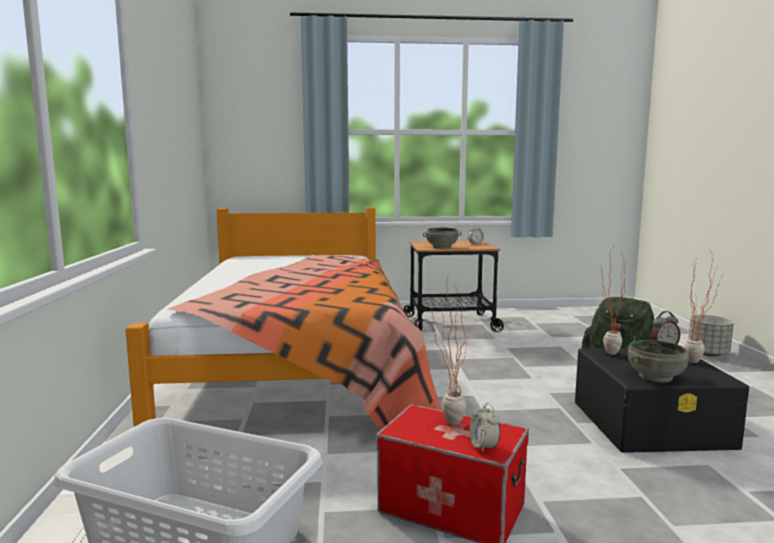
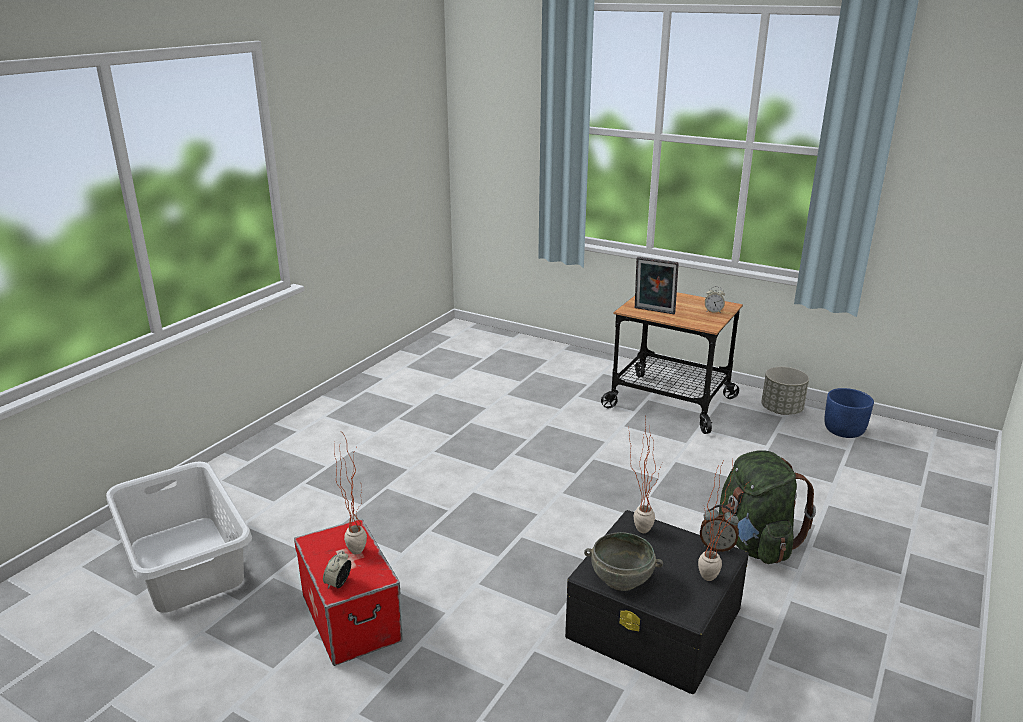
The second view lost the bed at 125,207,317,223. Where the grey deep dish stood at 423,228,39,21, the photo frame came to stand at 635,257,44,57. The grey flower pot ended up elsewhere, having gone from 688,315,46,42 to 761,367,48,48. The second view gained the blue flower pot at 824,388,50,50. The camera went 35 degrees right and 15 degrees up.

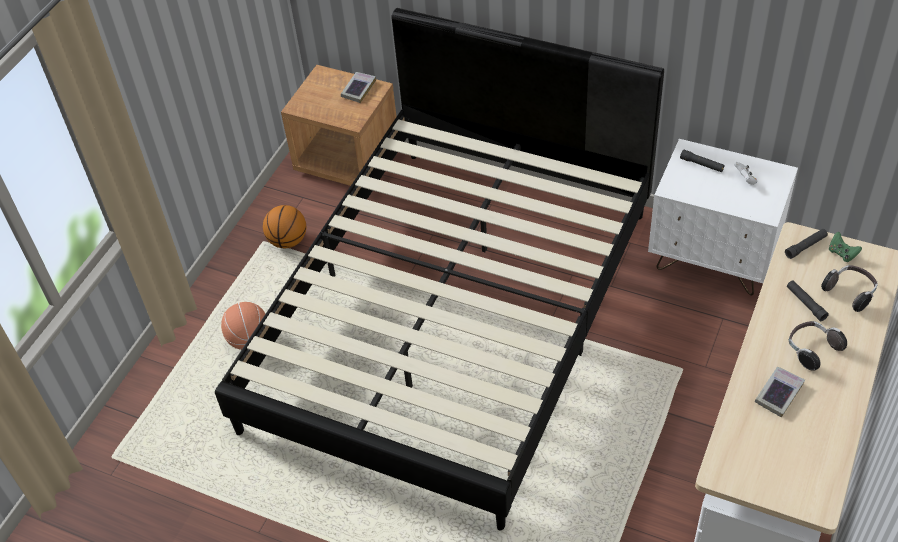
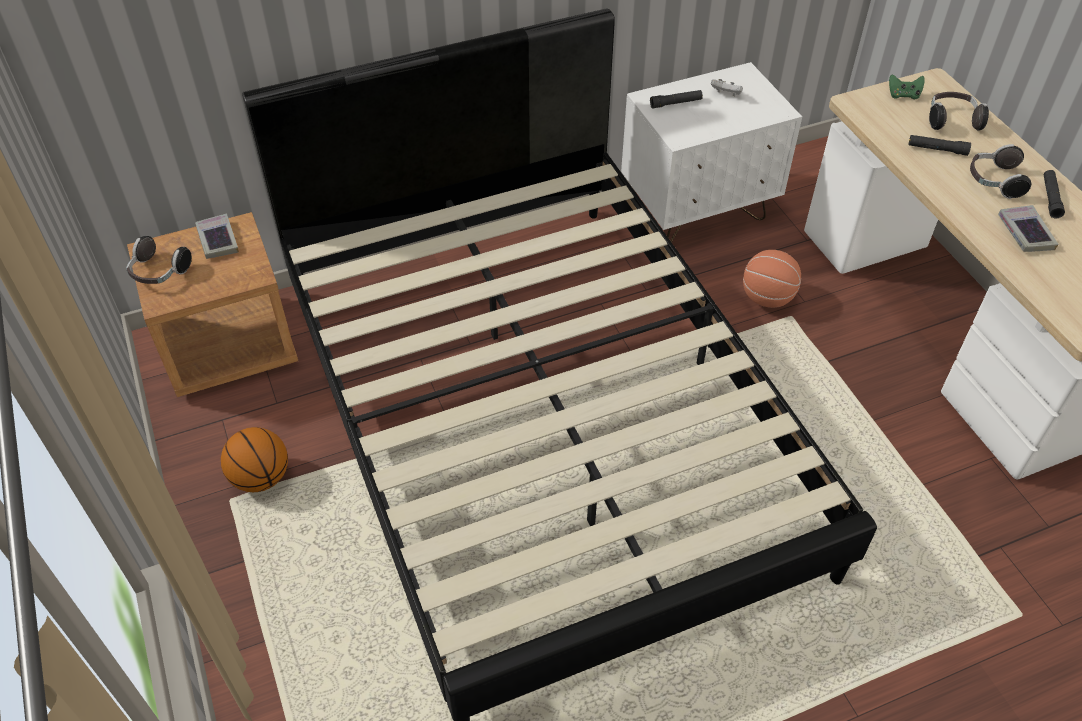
The black torch ended up elsewhere, having gone from 785,229,43,30 to 1044,170,21,48. The ball for basketball ended up elsewhere, having gone from 221,302,45,48 to 743,250,58,58. The second view gained the pair of headphones at 126,236,66,48. The camera went 50 degrees left and 0 degrees up.

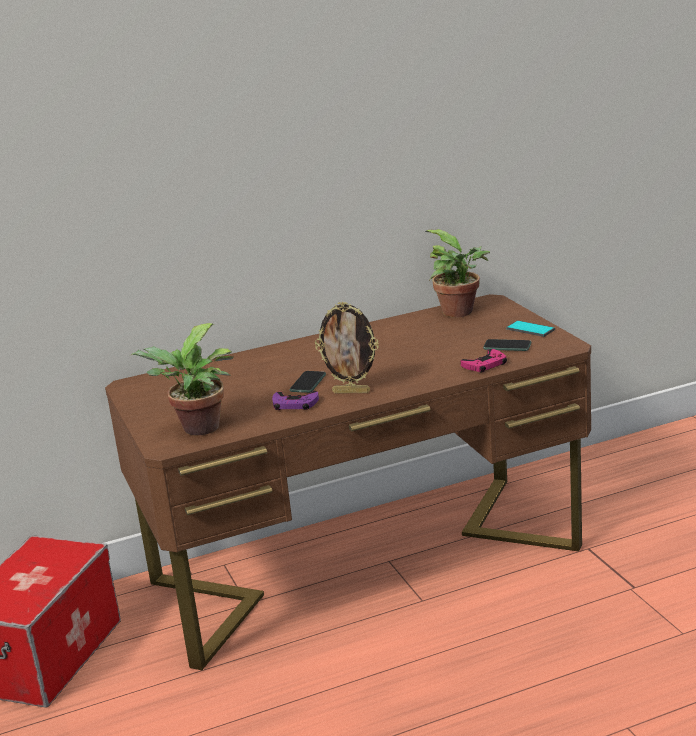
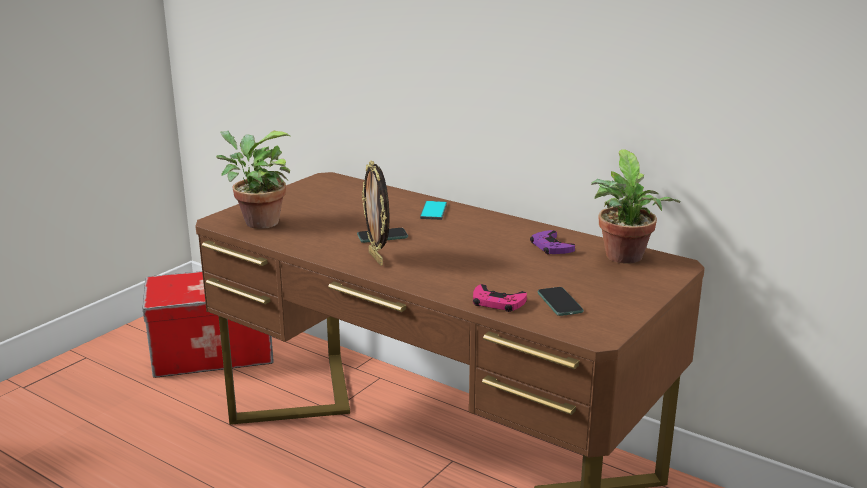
The handset ended up elsewhere, having gone from 506,321,49,16 to 420,201,27,19. The purple joypad ended up elsewhere, having gone from 272,391,47,19 to 530,230,45,24. The camera went 55 degrees right and 0 degrees up.

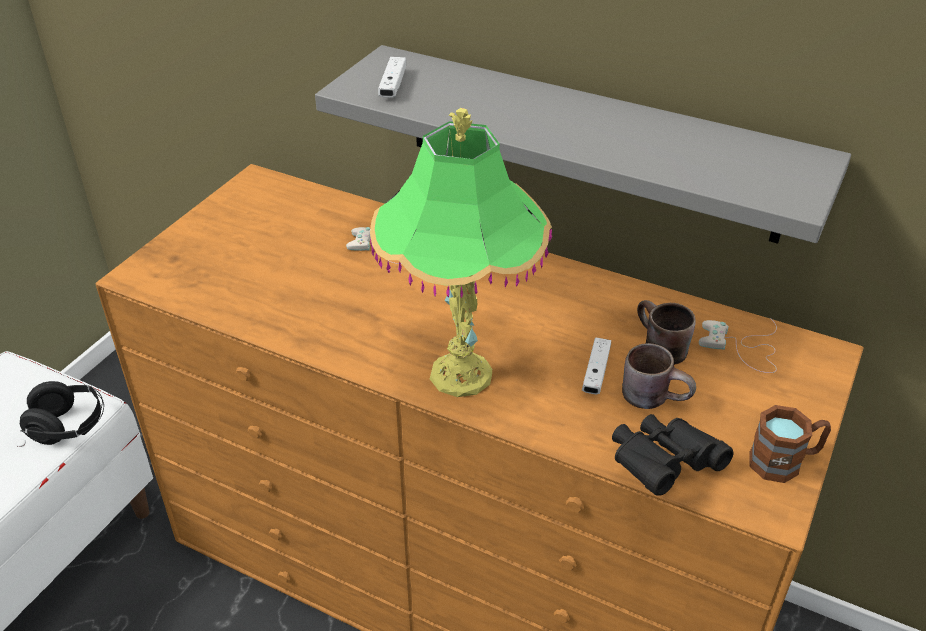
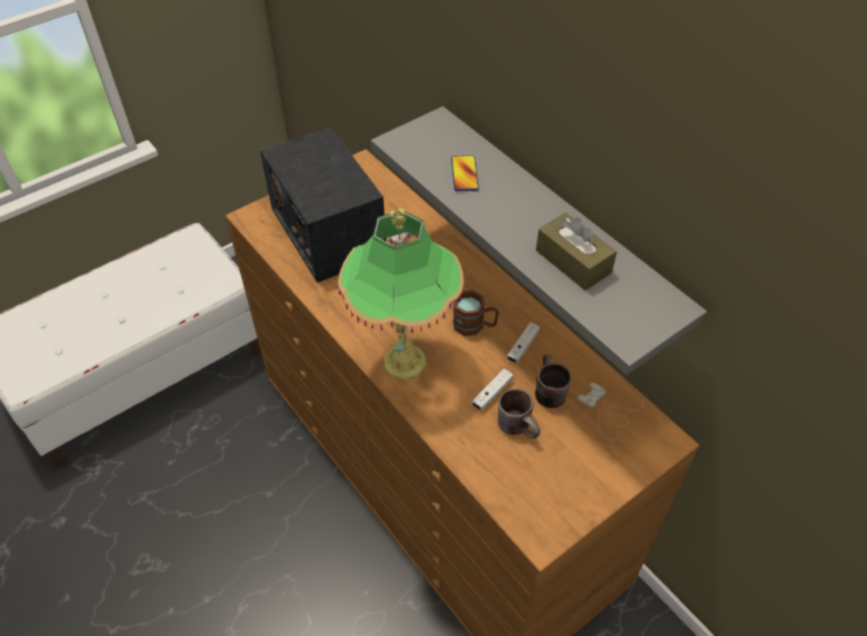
The white-coloured joypad ended up elsewhere, having gone from 378,57,28,41 to 507,322,33,41. The second view lost the black pair of headphones at 20,381,84,64. The brownish coffee mug ended up elsewhere, having gone from 749,405,82,78 to 453,290,46,46. The second view lost the black pair of binoculars at 612,414,121,82. The second view gained the radio receiver at 260,127,126,156. The second view gained the handset at 451,155,28,36. The second view gained the brownish box of tissues at 536,213,81,77. The camera went 25 degrees right and 10 degrees up.

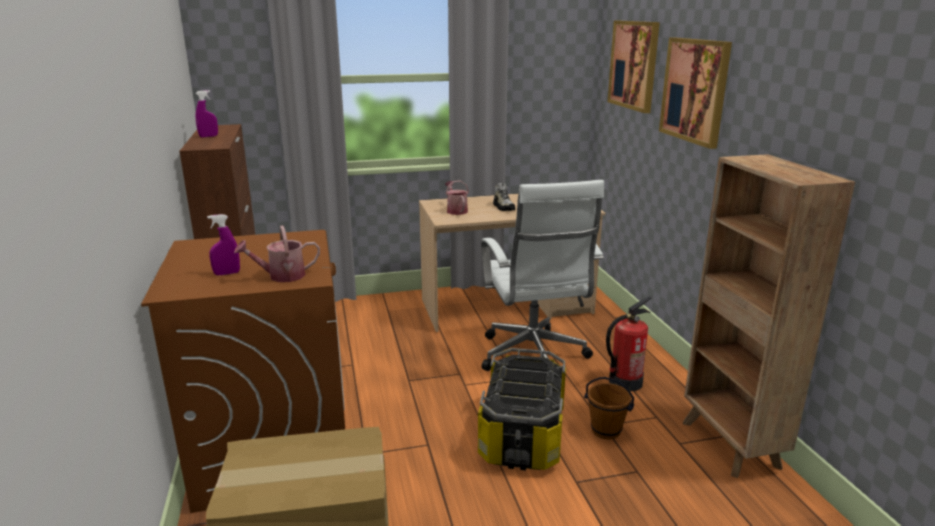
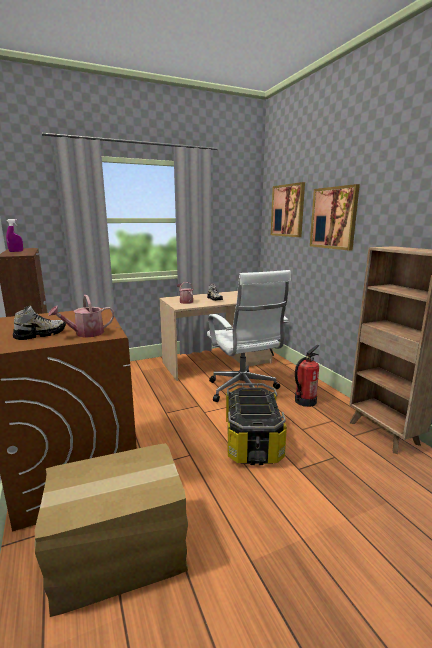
Where the purple sprayer stood at 207,214,33,61, the item of footwear came to stand at 13,306,53,34. The second view lost the brownish pail at 584,377,50,62. The camera went 10 degrees left and 5 degrees down.

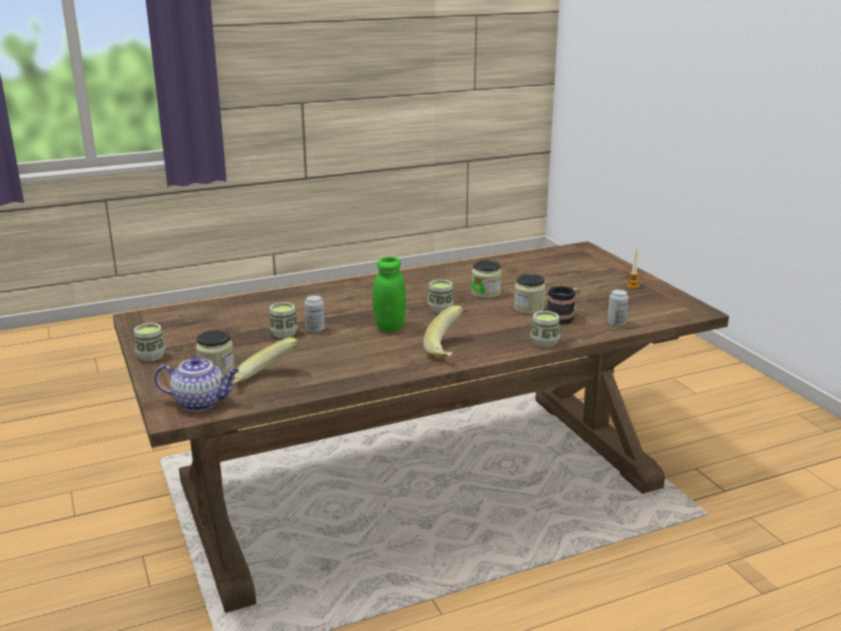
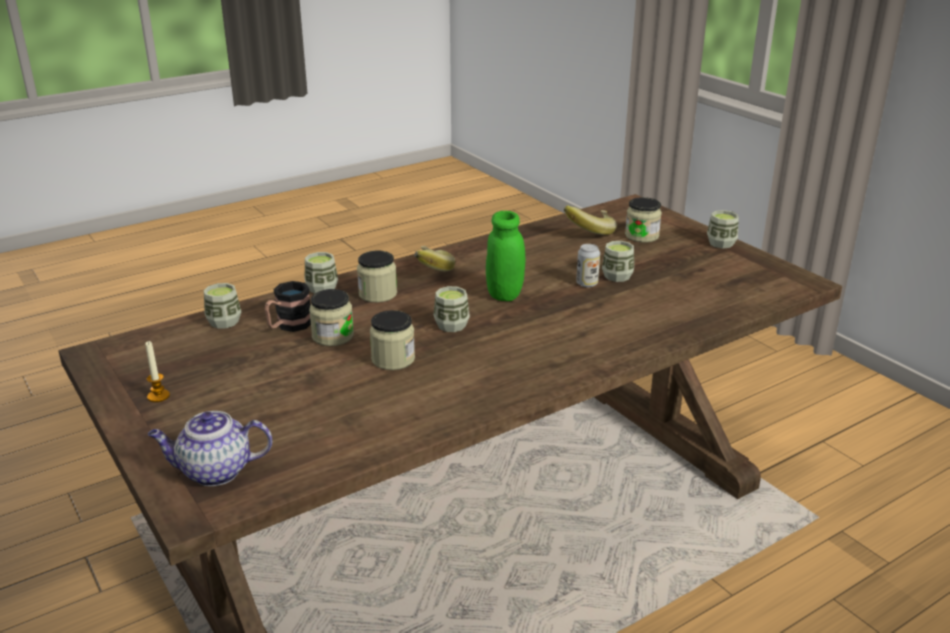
Where the metal can stood at 607,289,22,37, the cup came to stand at 204,283,37,46. The tea pot ended up elsewhere, having gone from 154,356,85,55 to 148,411,124,75. The second view gained the preserve jar at 357,250,40,53. The camera went 170 degrees right and 5 degrees up.

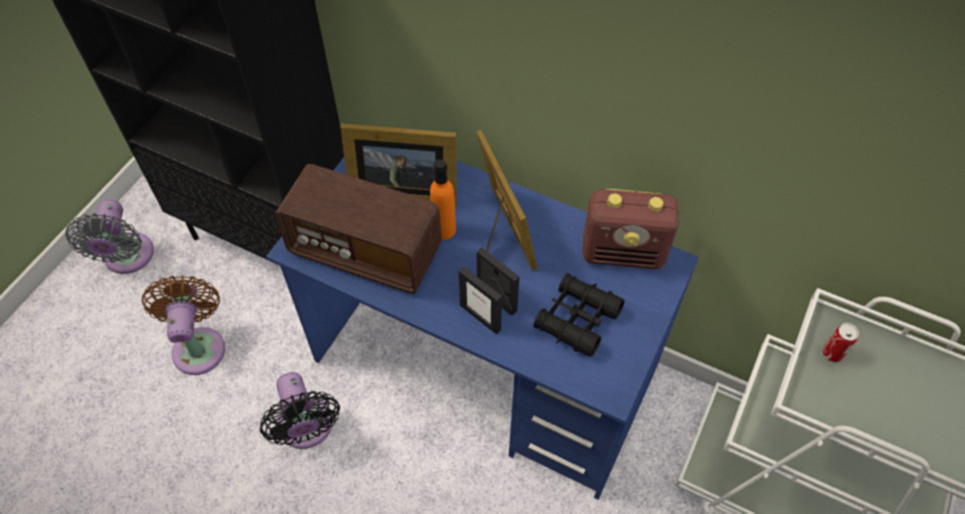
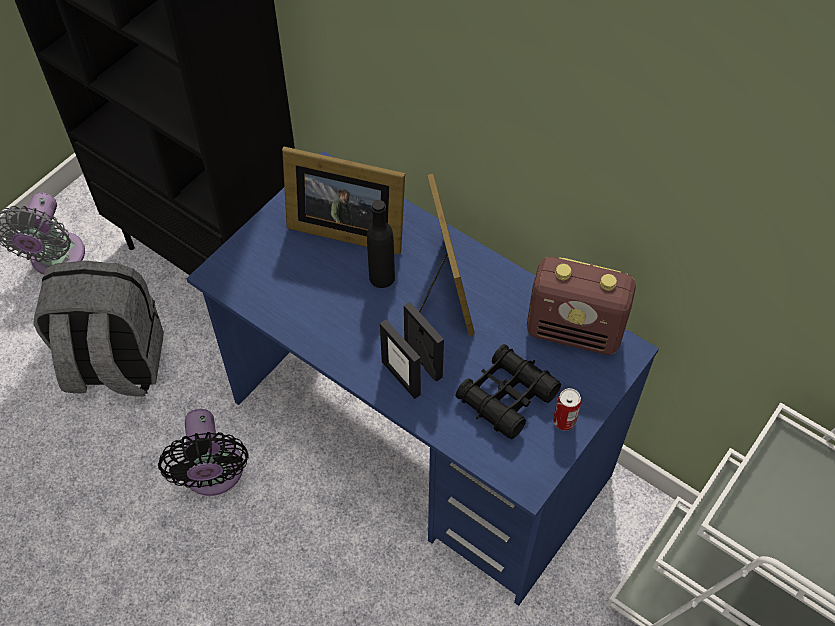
What was the orangey bottle at 430,159,26,81 turned into the black bottle at 367,200,28,88. The second view lost the radio receiver at 275,164,167,130. Where the brownish electric fan stood at 142,275,83,100, the grey backpack came to stand at 33,261,131,135. The metal can ended up elsewhere, having gone from 823,323,36,39 to 553,388,28,43. The camera went 10 degrees right and 0 degrees up.

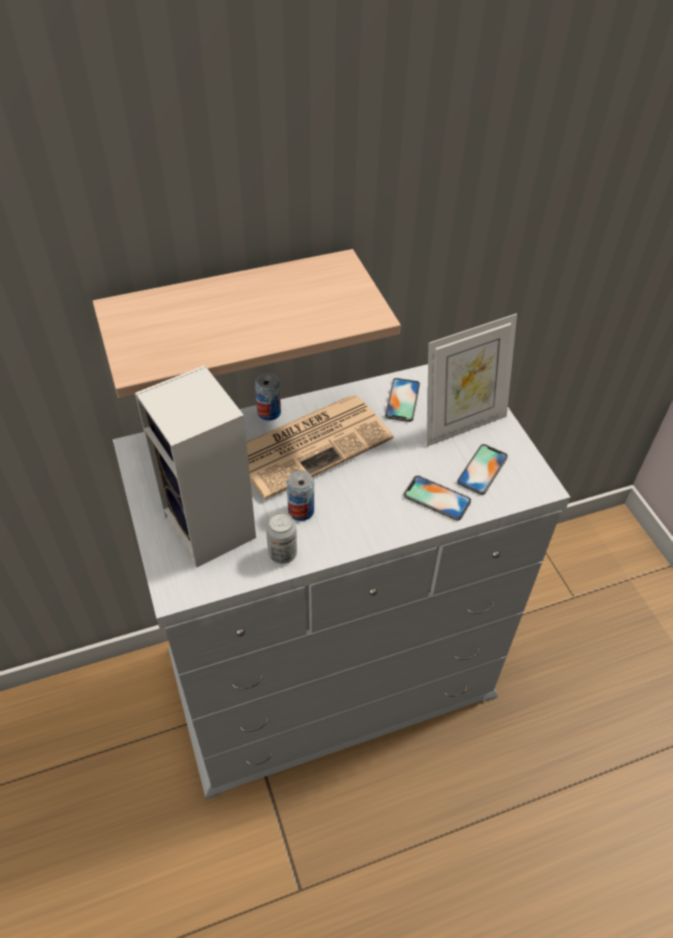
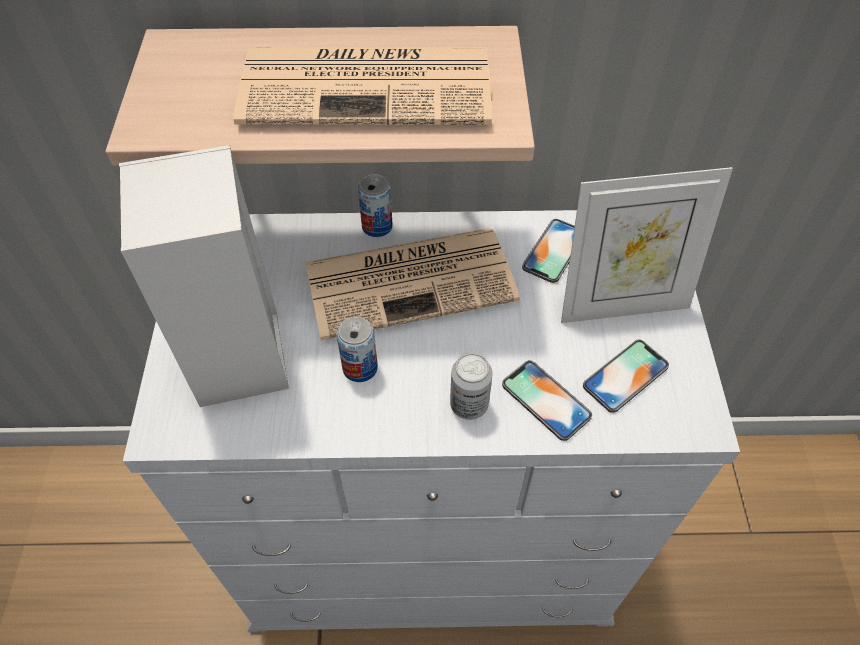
The metal can ended up elsewhere, having gone from 266,512,31,52 to 450,353,43,67. The second view gained the printed paper at 233,47,259,78. The camera went 20 degrees right and 5 degrees up.

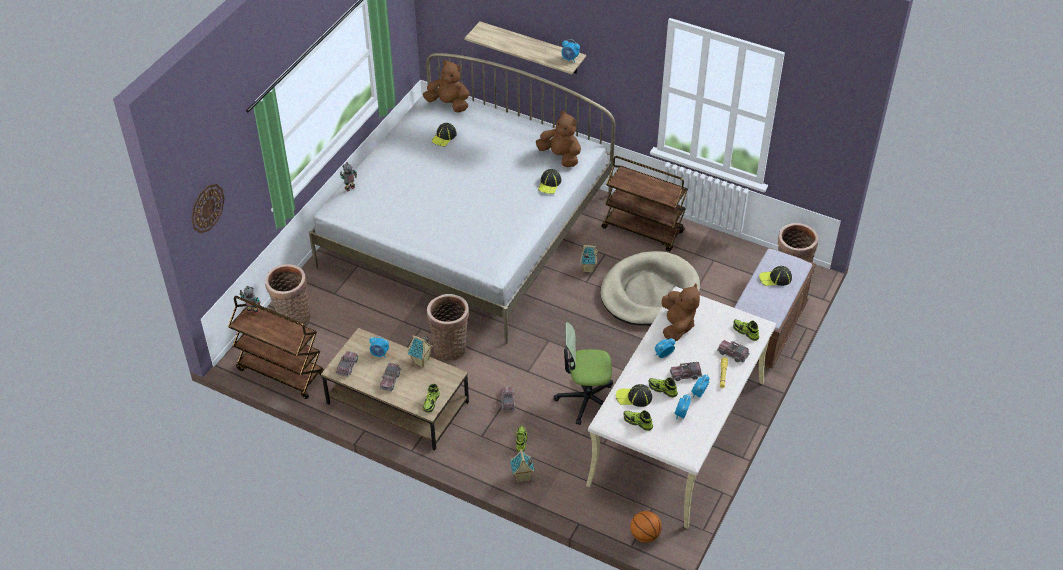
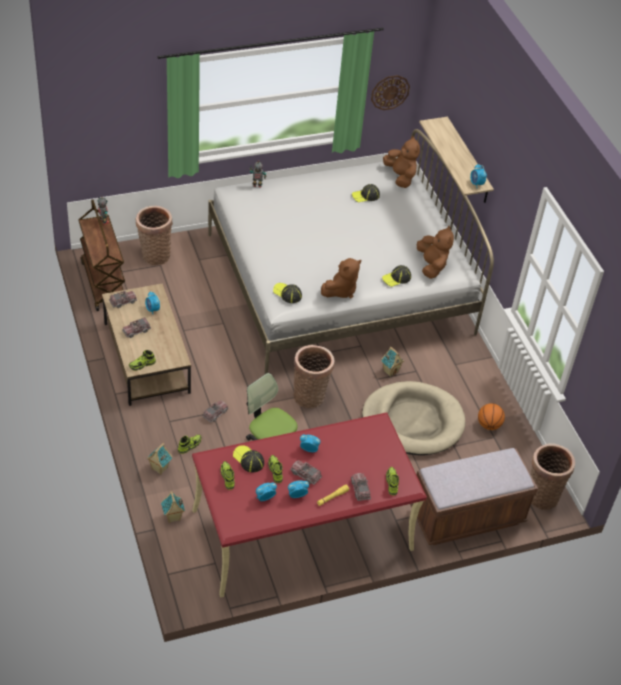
The second view lost the brownish wheeled cart at 602,156,86,96. The clock on the wall ended up elsewhere, having gone from 191,184,34,49 to 371,75,39,35. The peaked cap ended up elsewhere, having gone from 759,266,33,20 to 273,283,29,20. The brownish plush toy ended up elsewhere, having gone from 662,284,38,57 to 321,258,40,40. What was the sand-coloured desk at 586,286,190,243 turned into the red-coloured desk at 192,412,235,186. The storage basket ended up elsewhere, having gone from 427,294,42,67 to 294,345,40,63. The miniature house ended up elsewhere, having gone from 407,335,26,32 to 161,491,24,32. The ball for basketball ended up elsewhere, having gone from 630,511,32,32 to 478,403,27,27. The camera went 40 degrees right and 0 degrees up.

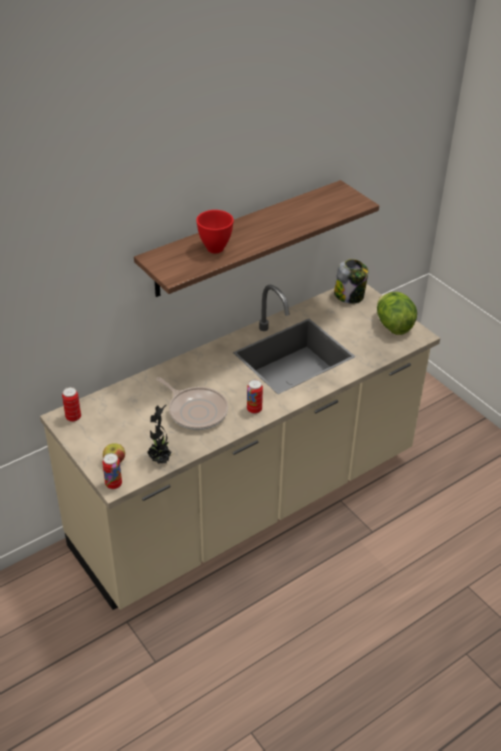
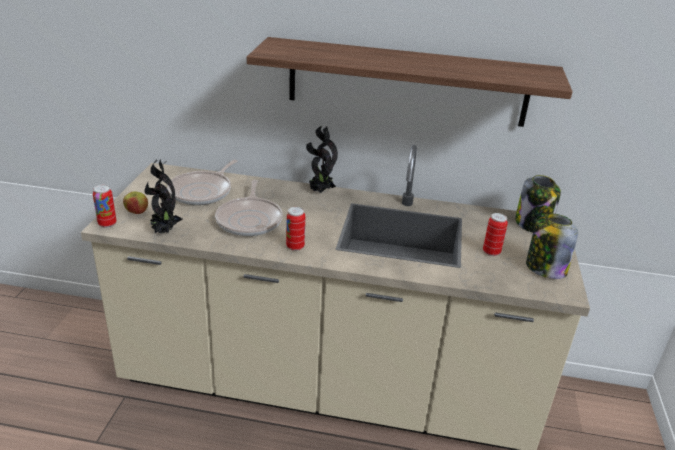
The second view lost the red-coloured deep dish at 196,210,38,43. Where the lettuce head stood at 377,292,40,43, the preserve jar came to stand at 526,214,52,65. The metal can ended up elsewhere, having gone from 62,387,19,35 to 483,213,25,43. The second view gained the houseplant at 306,126,32,67. The second view gained the pan at 167,160,71,45. The camera went 45 degrees right and 10 degrees down.

